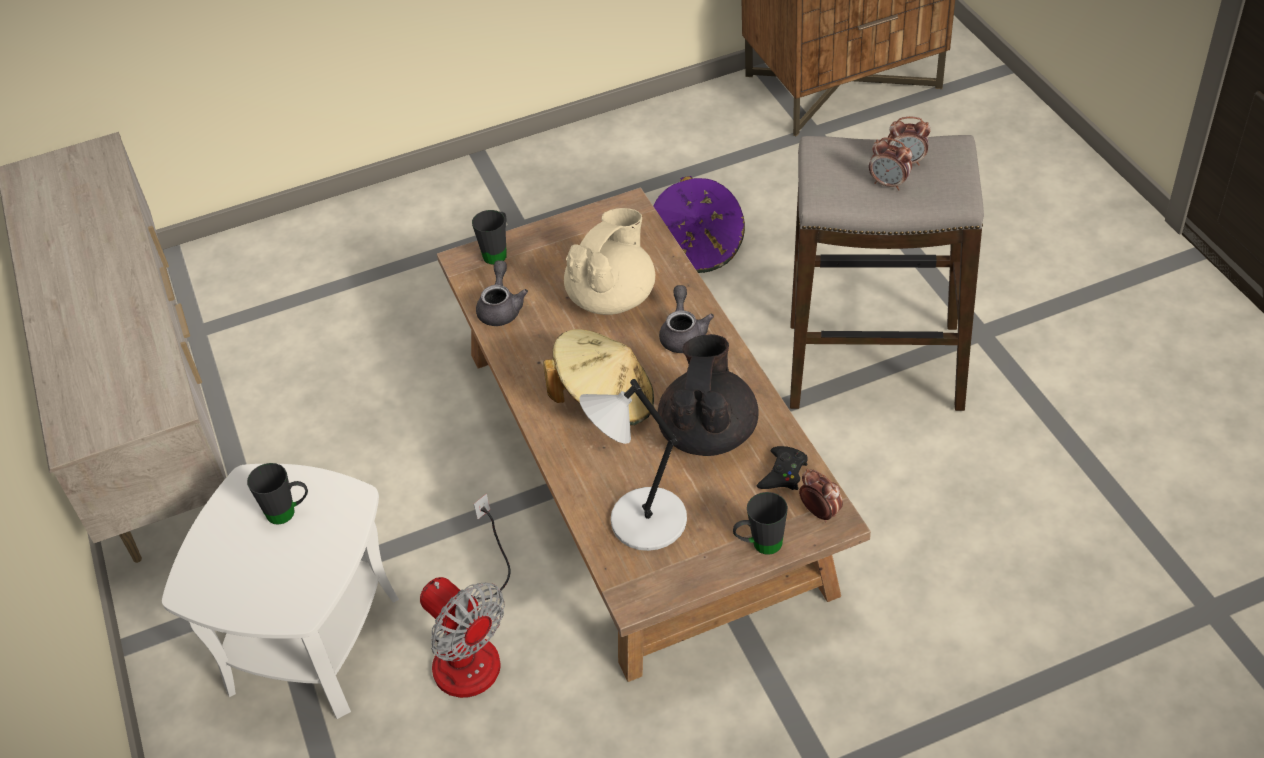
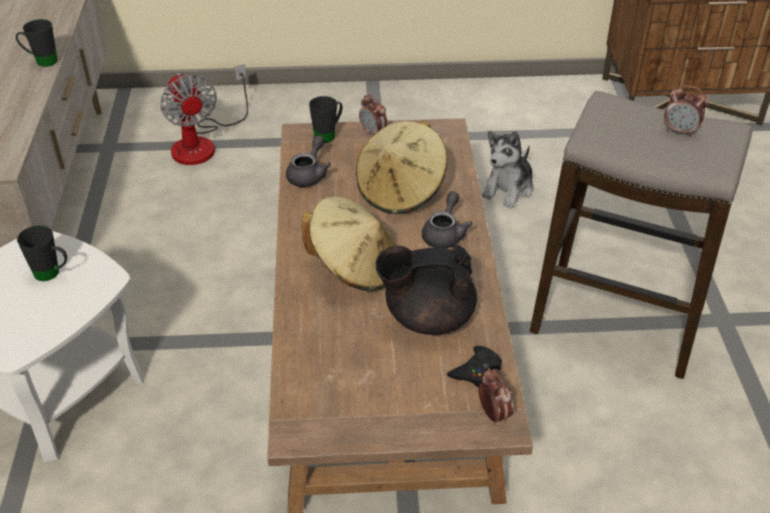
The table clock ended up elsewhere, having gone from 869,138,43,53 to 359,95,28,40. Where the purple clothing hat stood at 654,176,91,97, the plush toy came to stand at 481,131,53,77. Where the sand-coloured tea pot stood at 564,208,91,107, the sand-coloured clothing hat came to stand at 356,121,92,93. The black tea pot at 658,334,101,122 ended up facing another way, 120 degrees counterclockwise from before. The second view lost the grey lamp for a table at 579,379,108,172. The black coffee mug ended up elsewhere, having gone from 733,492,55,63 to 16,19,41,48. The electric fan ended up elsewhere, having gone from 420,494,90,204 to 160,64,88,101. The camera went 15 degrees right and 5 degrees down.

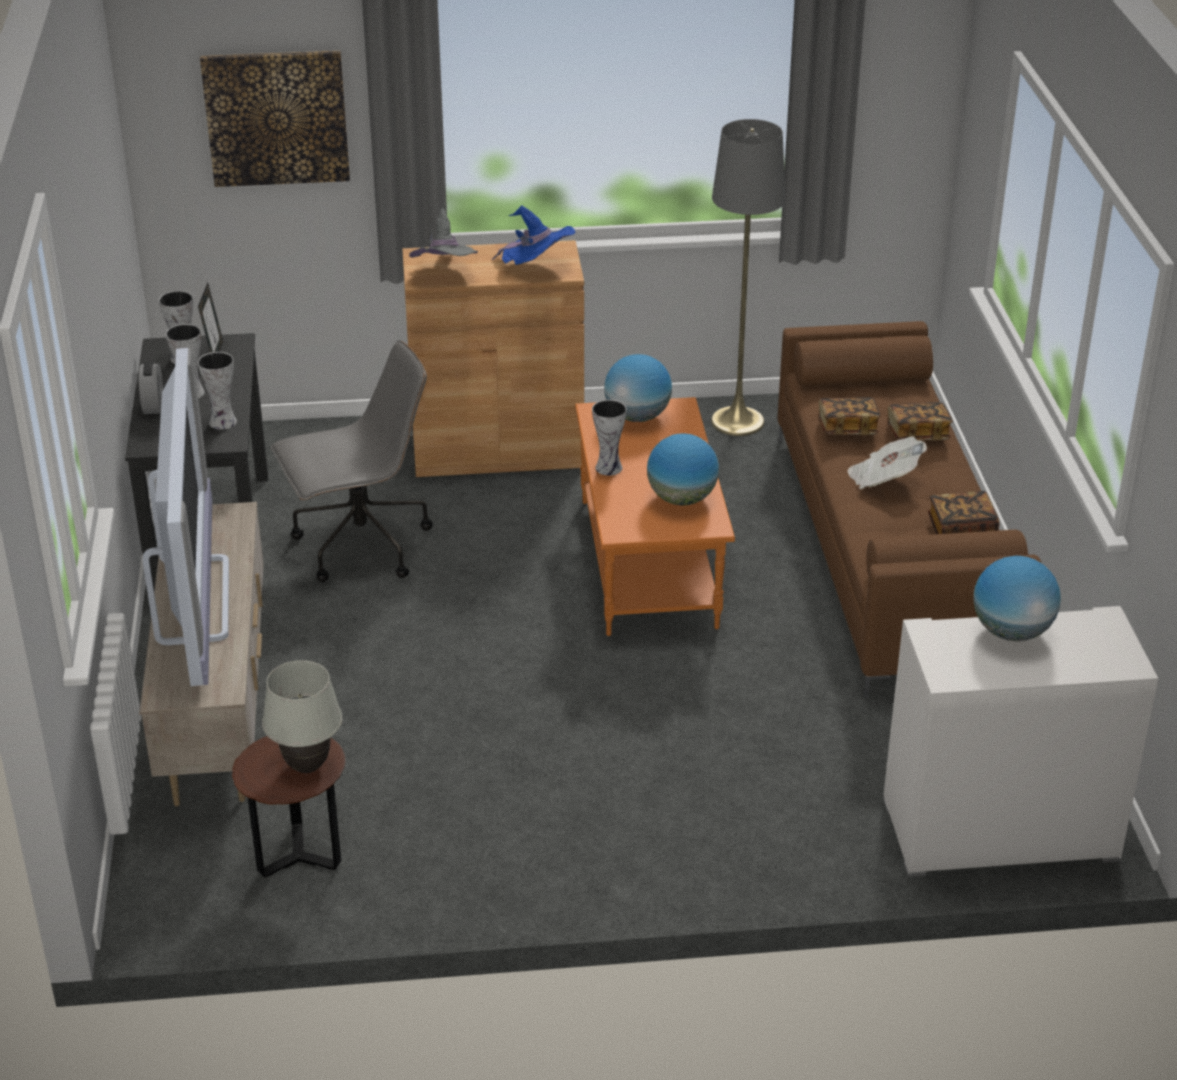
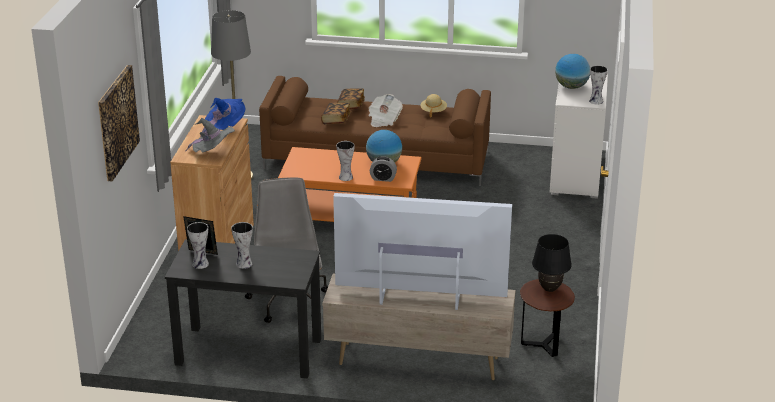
The vase ended up elsewhere, having gone from 198,352,39,78 to 589,65,19,39. The second view lost the world globe at 604,354,68,68. The table clock ended up elsewhere, having gone from 139,362,24,52 to 370,156,27,26. Where the book stood at 928,491,71,43, the sand-coloured clothing hat came to stand at 421,94,26,23. What was the white-coloured lamp for a table at 262,660,80,113 turned into the black lamp for a table at 532,234,40,58. The camera went 75 degrees left and 5 degrees down.

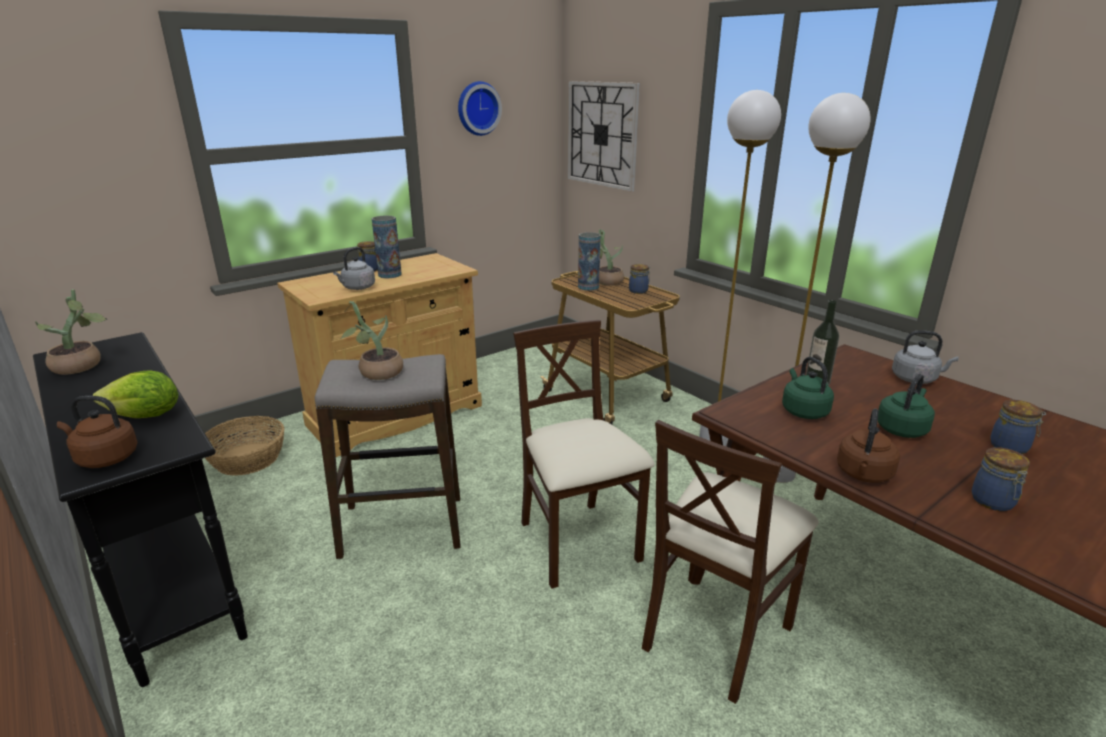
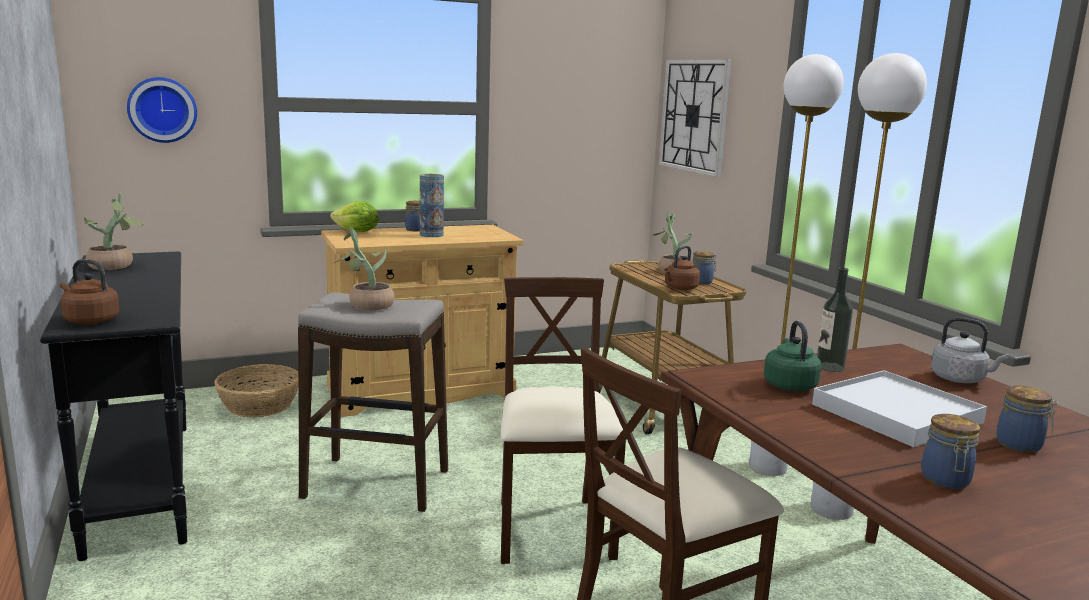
The clock on the wall ended up elsewhere, having gone from 458,81,44,55 to 127,77,70,66. The second view lost the vase at 578,232,23,59. The second view lost the grey tea kettle at 333,247,42,43. The lettuce head ended up elsewhere, having gone from 93,370,86,48 to 330,201,49,31. Where the greenish tea kettle stood at 878,374,57,64, the white-coloured carrying tray came to stand at 812,370,175,77. The brownish tea kettle ended up elsewhere, having gone from 837,409,63,74 to 664,246,36,44. The camera went 15 degrees right and 10 degrees down.

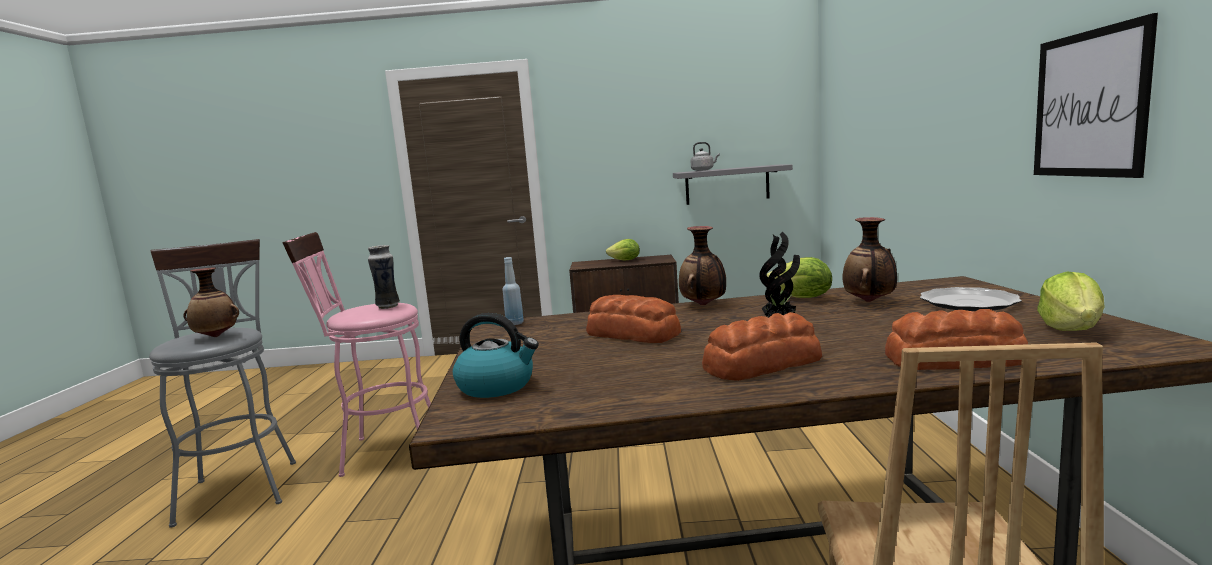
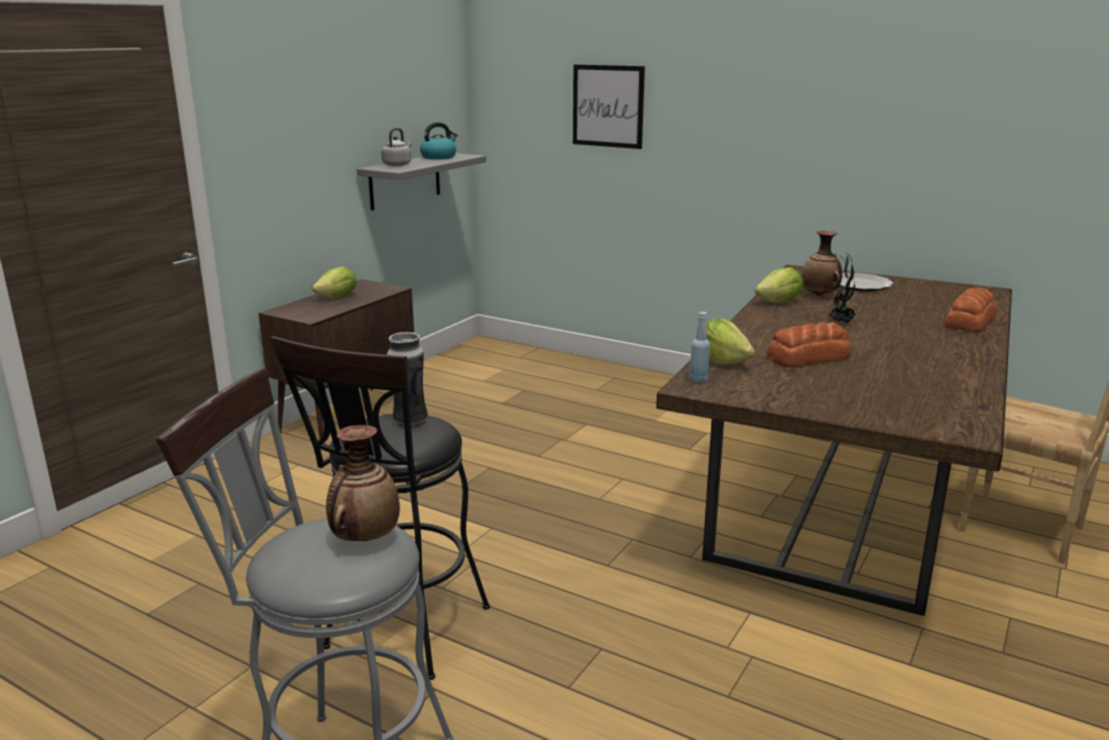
The picture ended up elsewhere, having gone from 1034,13,124,165 to 573,64,72,85. The second view lost the vase at 679,226,47,80. What was the pink stool seat at 282,232,149,245 turned into the black stool seat at 270,336,220,344. The lettuce head ended up elsewhere, having gone from 1037,272,68,59 to 707,318,48,47. The second view lost the bakery bread at 702,312,120,69. The tea kettle ended up elsewhere, having gone from 453,313,86,85 to 420,122,37,38. The camera went 60 degrees left and 10 degrees up.

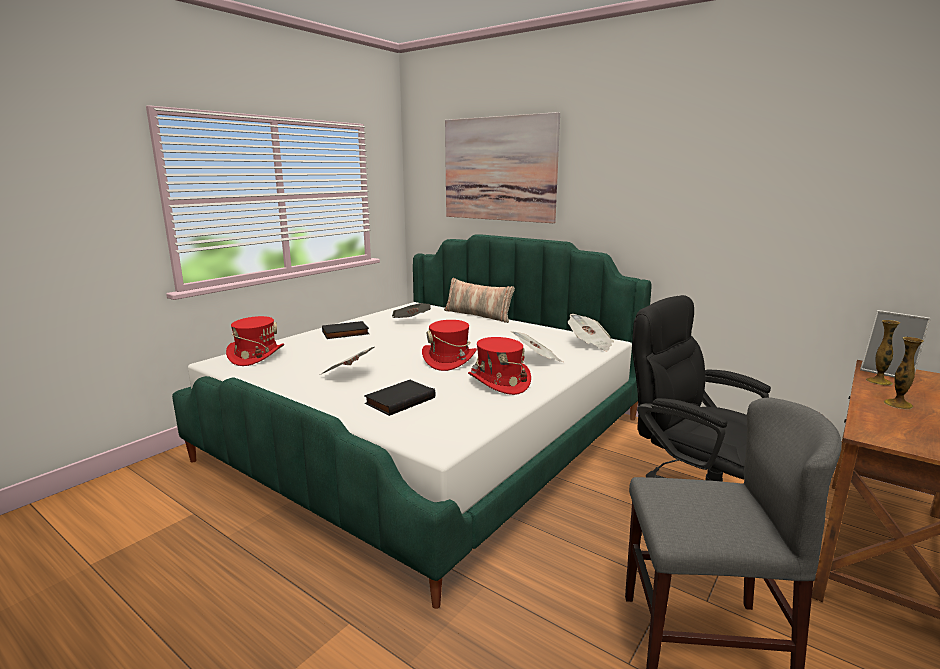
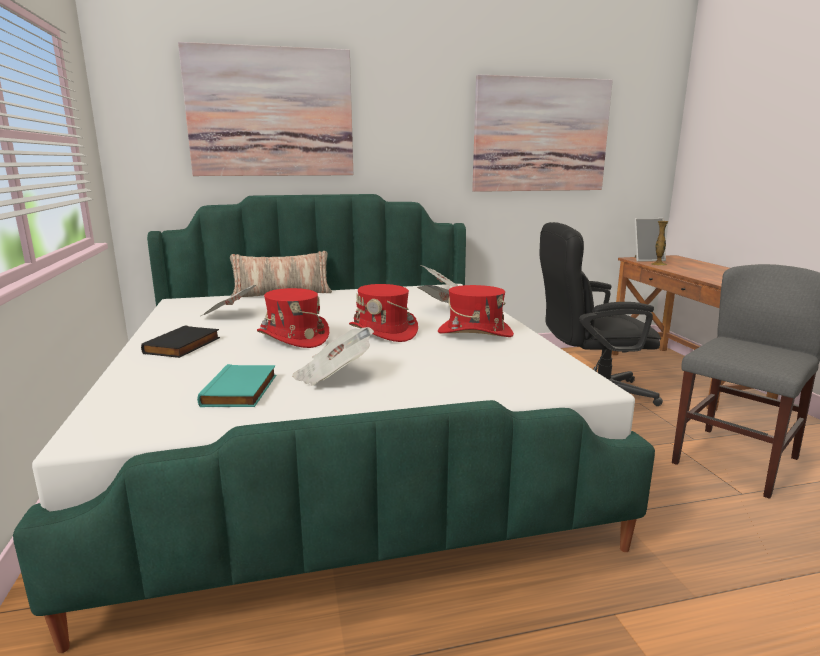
The red-coloured clothing hat ended up elsewhere, having gone from 226,316,58,50 to 257,288,72,60. The second view lost the vase at 884,337,40,72. The second view lost the black book at 364,380,72,36. The second view gained the picture at 472,74,141,118. The second view gained the turquoise book at 197,364,79,43. The camera went 50 degrees left and 0 degrees up.

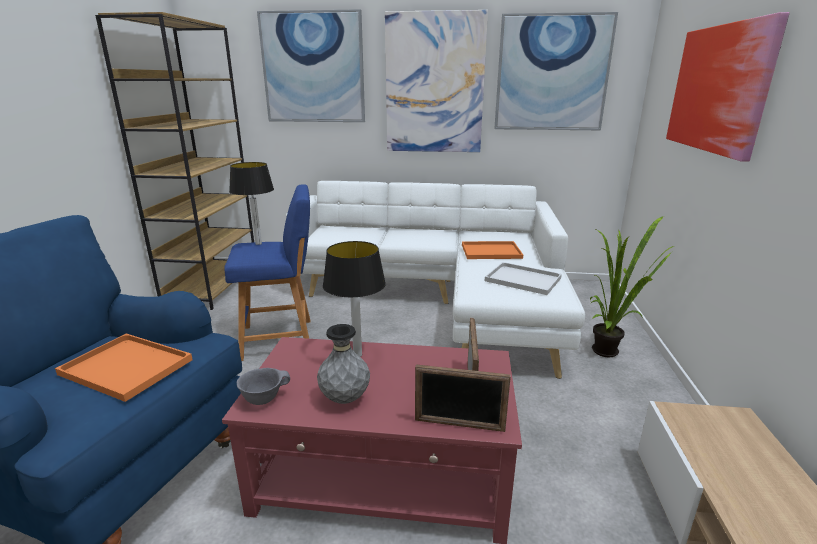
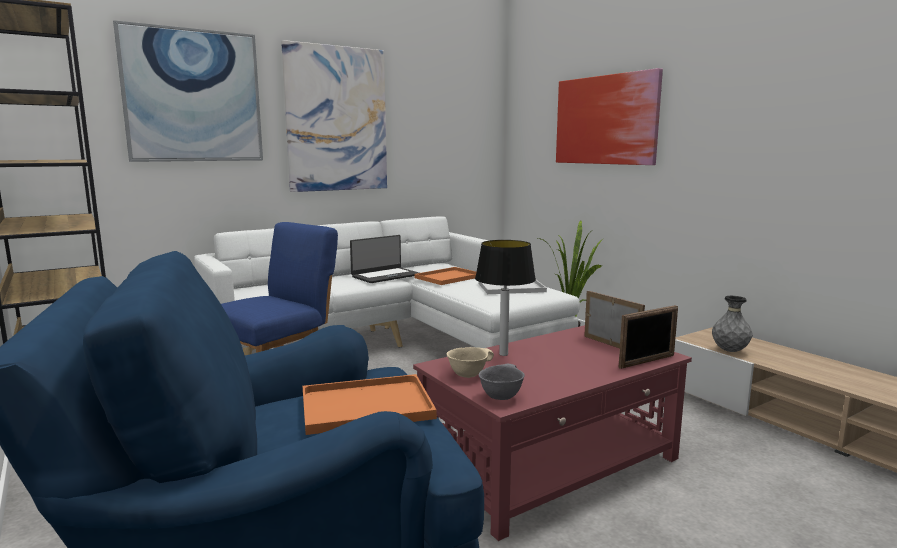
The second view lost the picture at 494,12,124,118. The second view lost the lamp for a table at 229,162,45,83. The grey vase ended up elsewhere, having gone from 317,324,53,80 to 712,296,41,56. The second view gained the laptop at 350,235,69,48. The second view gained the sand-coloured deep dish at 447,347,47,31. The camera went 40 degrees left and 10 degrees down.

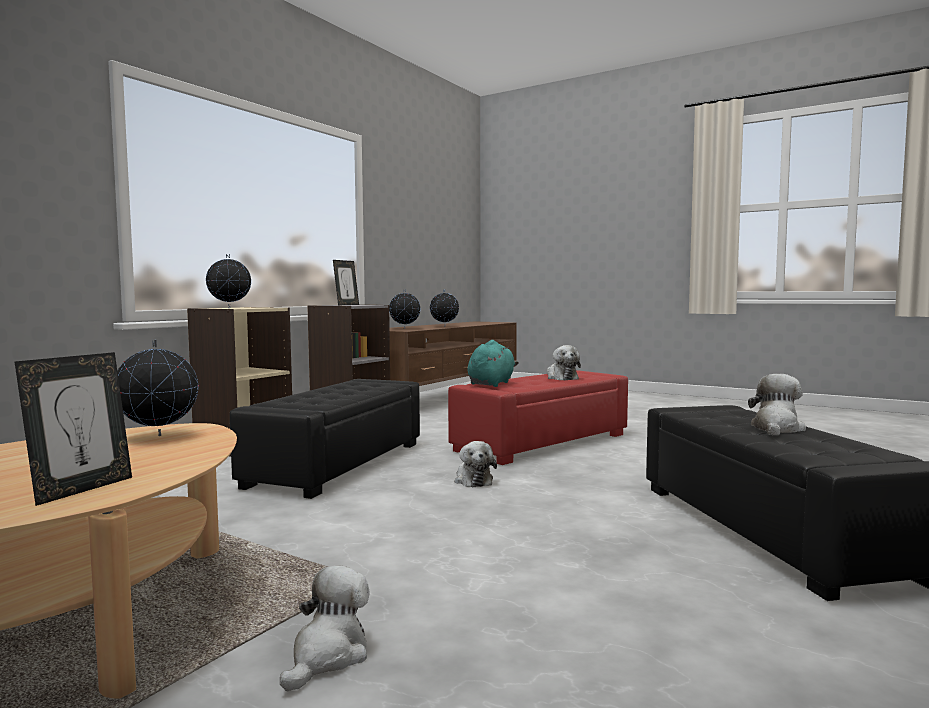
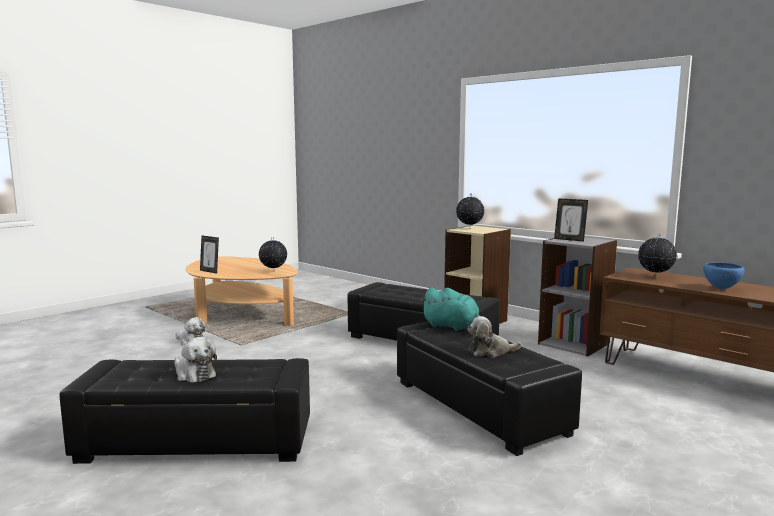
Where the world globe stood at 430,289,29,38, the blue deep dish came to stand at 703,263,41,26. What was the red-coloured ottoman at 448,370,180,95 turned into the black ottoman at 397,322,185,134. The second view lost the plush toy at 454,441,43,46. The camera went 100 degrees right and 5 degrees up.

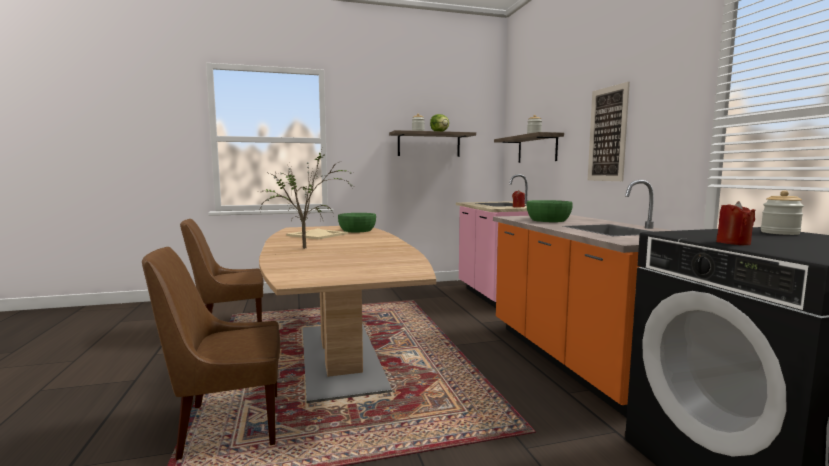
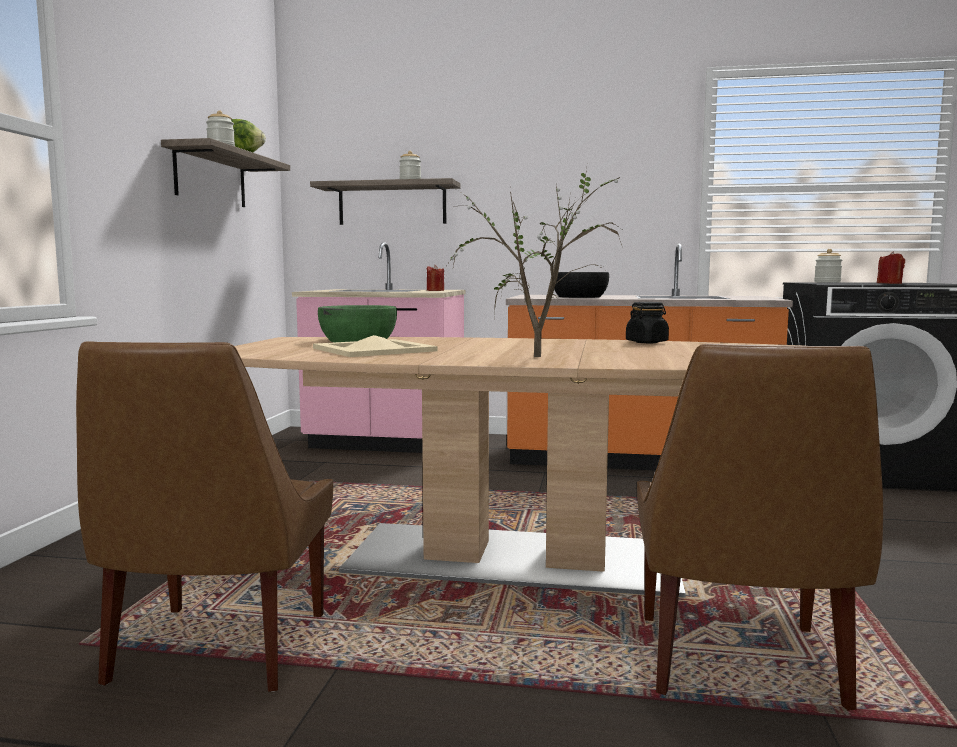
The second view lost the picture at 588,82,42,99. What was the greenish deep dish at 527,200,46,22 turned into the black deep dish at 554,272,55,26. The second view gained the black preserve jar at 626,302,43,41. The camera went 65 degrees left and 0 degrees up.

